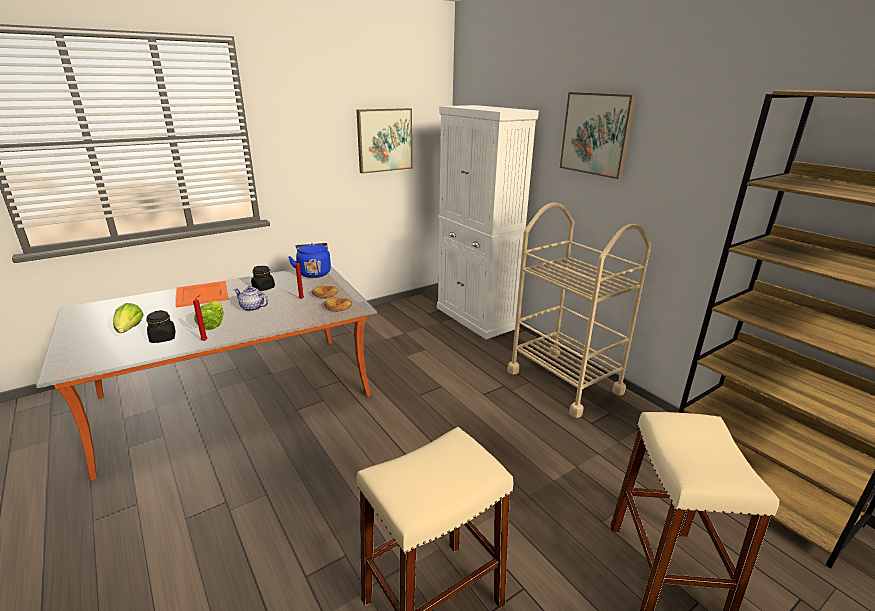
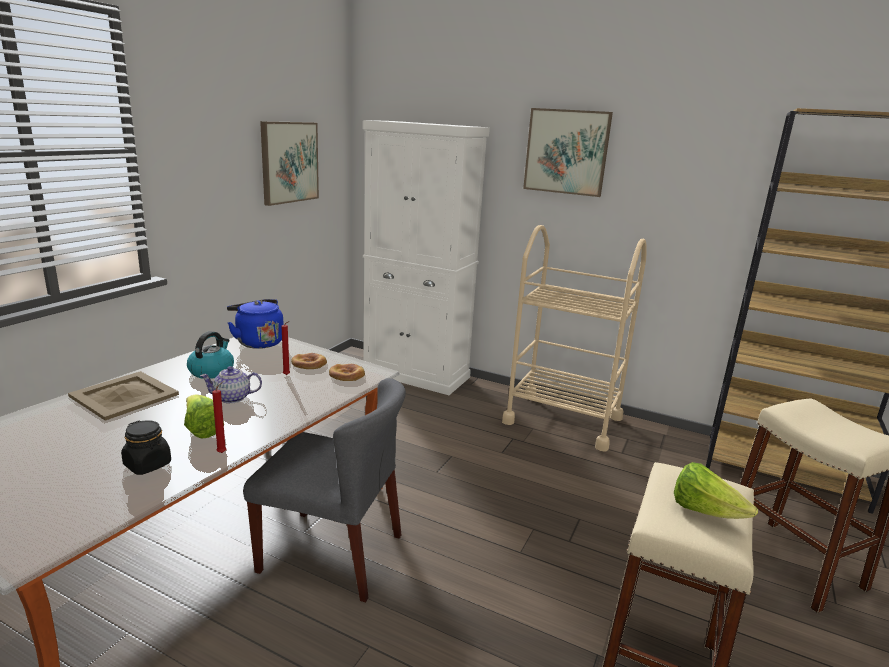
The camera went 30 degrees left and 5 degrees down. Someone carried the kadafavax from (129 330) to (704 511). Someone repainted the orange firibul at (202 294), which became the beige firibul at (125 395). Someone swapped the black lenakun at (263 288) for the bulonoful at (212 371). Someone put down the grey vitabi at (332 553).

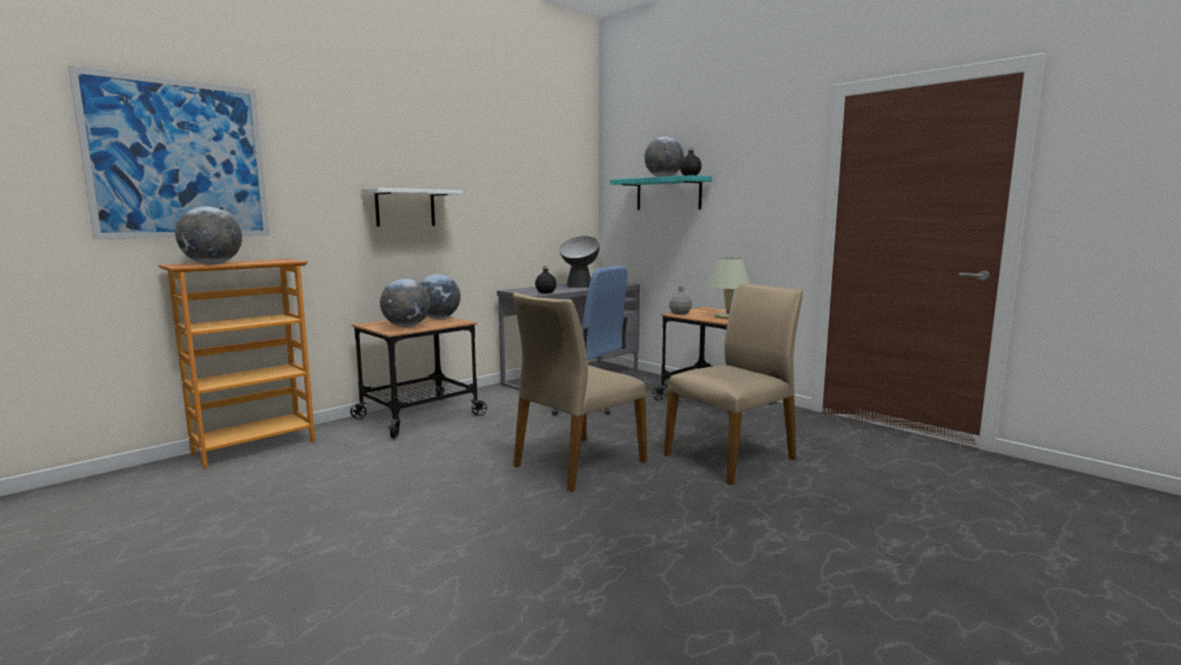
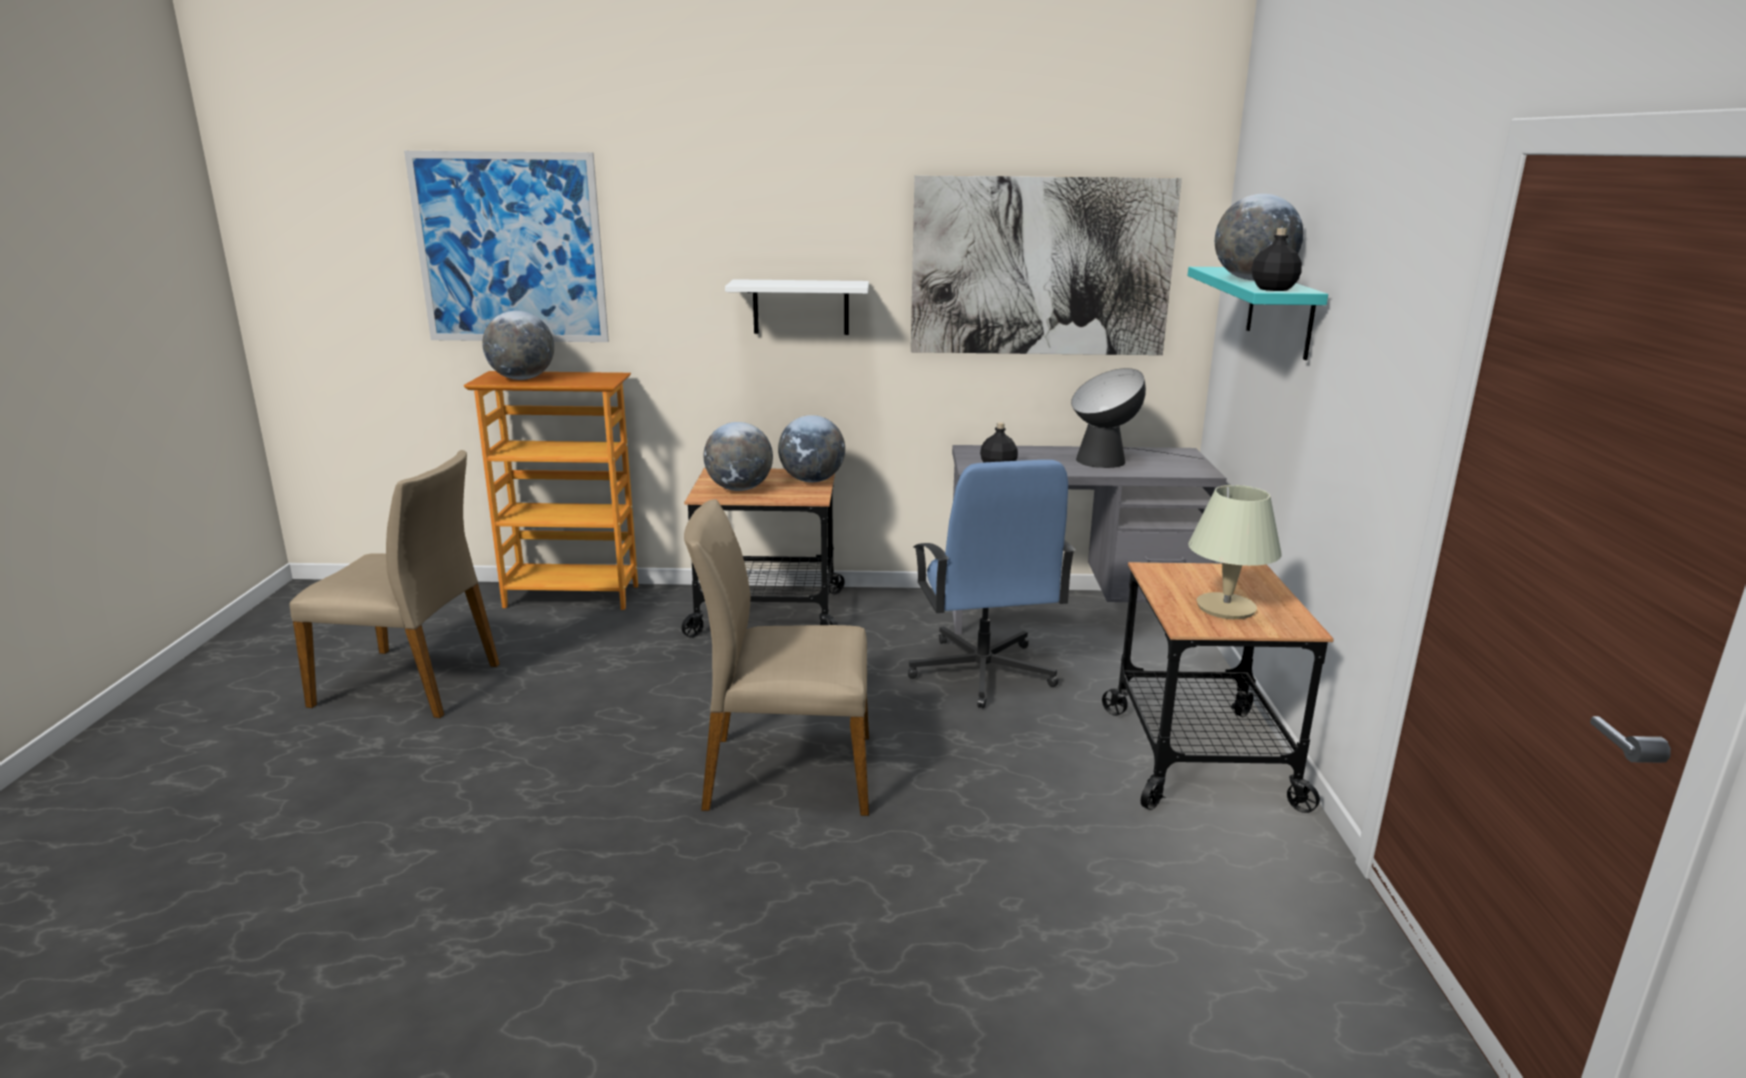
The camera went 45 degrees right and 10 degrees up. Someone carried the beige vitabi from (732 457) to (410 683). Someone took away the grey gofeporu at (680 313). Someone put up the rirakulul at (1041 267).

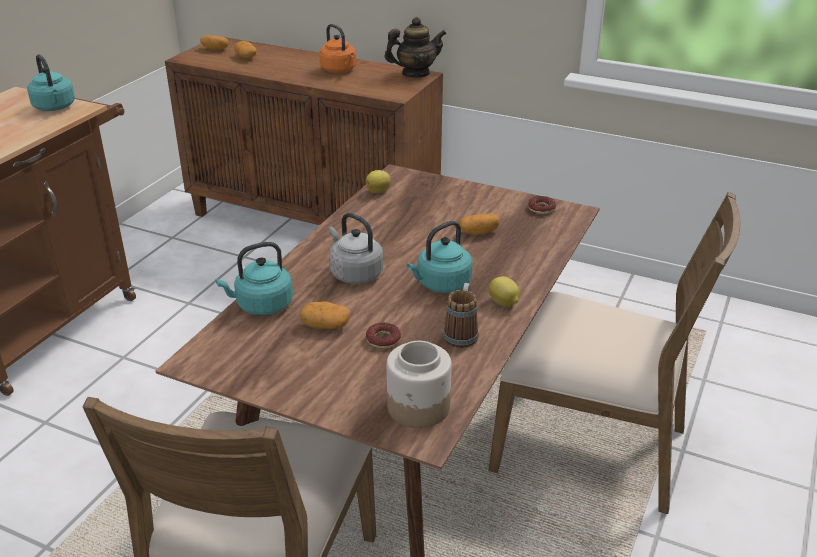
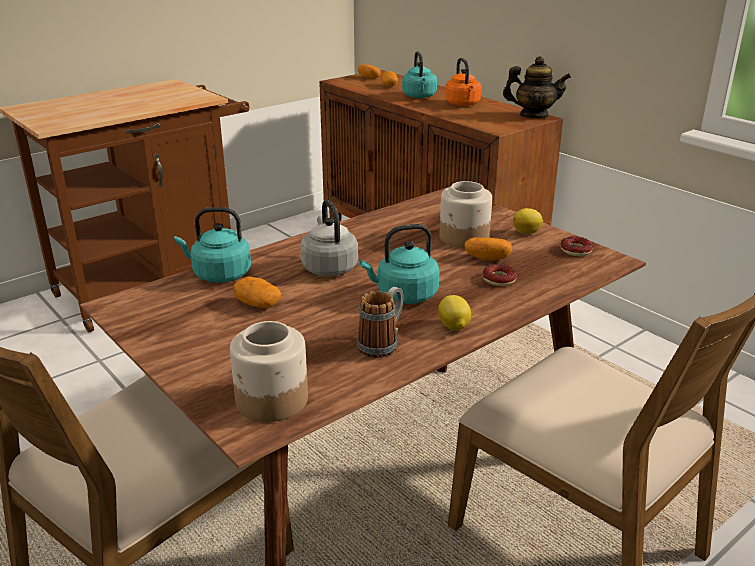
The camera went 25 degrees right and 5 degrees down. Someone carried the turquoise bulonoful from (55 108) to (419 96). Someone carried the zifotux from (379 191) to (527 233). Someone carried the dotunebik from (383 339) to (499 279). Someone put down the lenakun at (464 238).

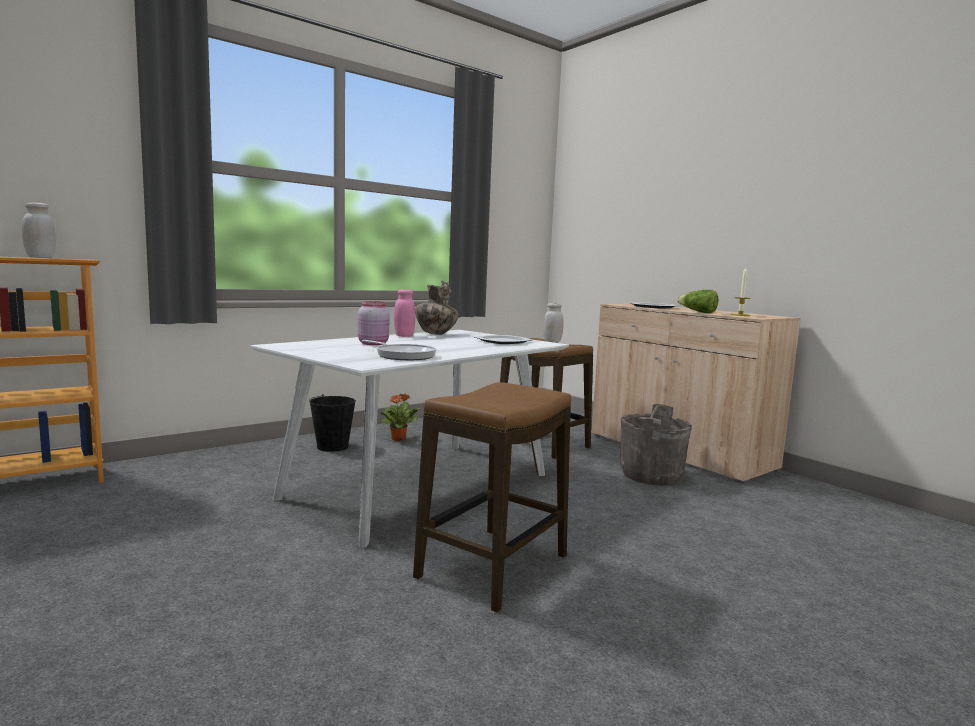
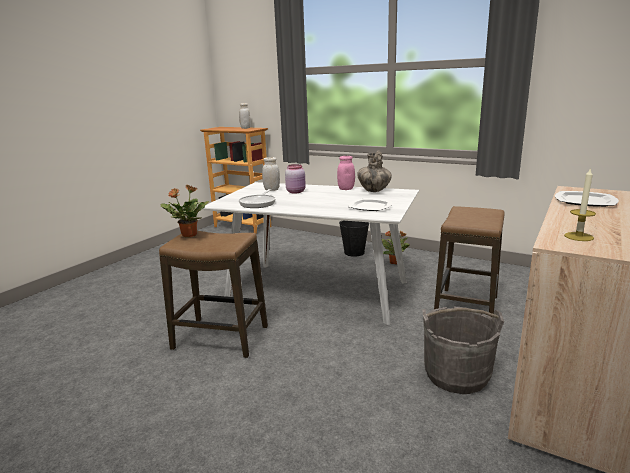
The camera went 70 degrees right and 10 degrees up. Someone carried the white lenakun from (552 342) to (271 190). Someone took away the kadafavax at (697 312). Someone put down the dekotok at (188 235).

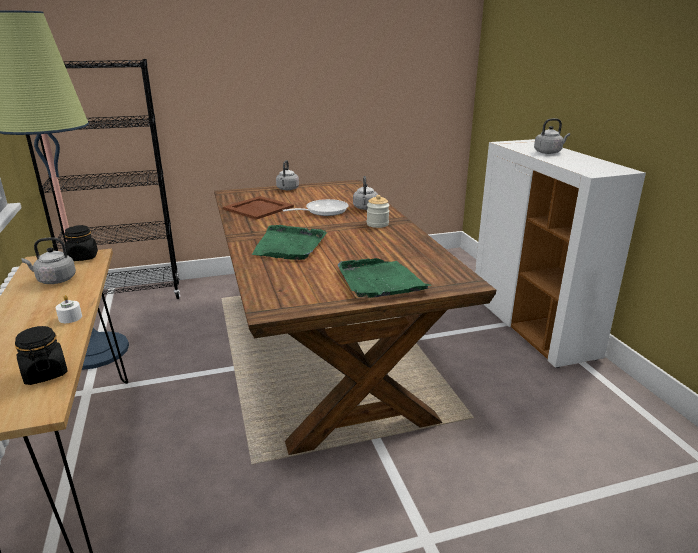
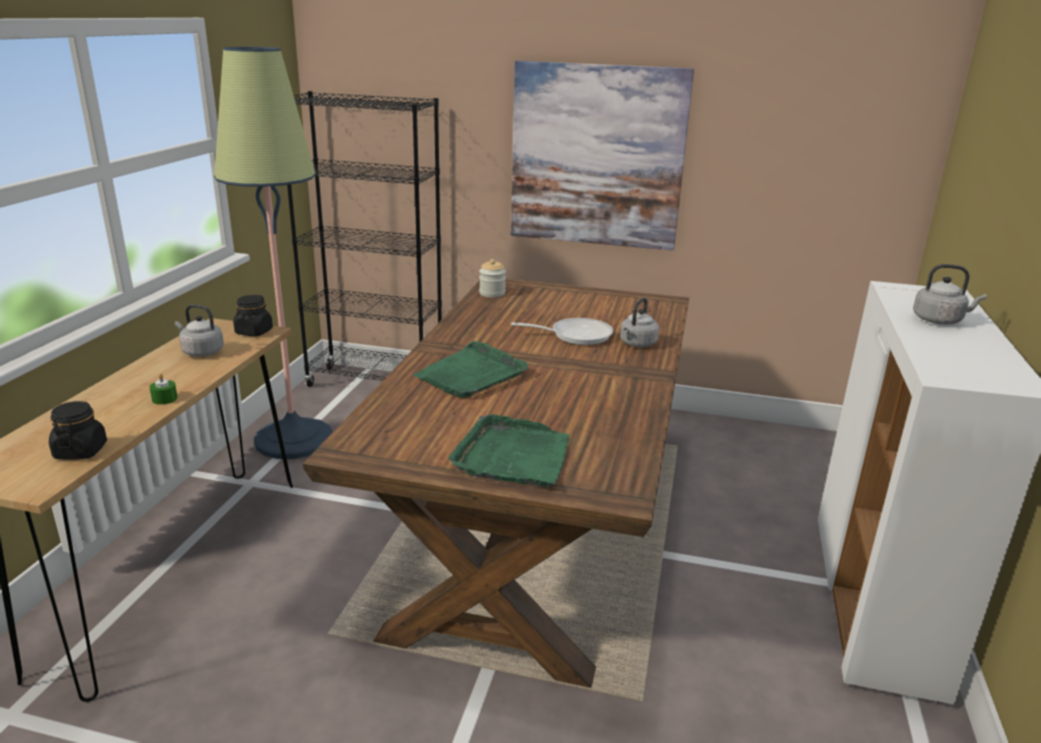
The camera went 30 degrees right and 0 degrees up. Someone repainted the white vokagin at (70 318), which became the green vokagin at (164 399). Someone took away the brown firibul at (257 208). Someone took away the grey bulonoful at (287 189). Someone carried the lenakun from (377 224) to (492 293). Someone put up the rirakulul at (597 157).

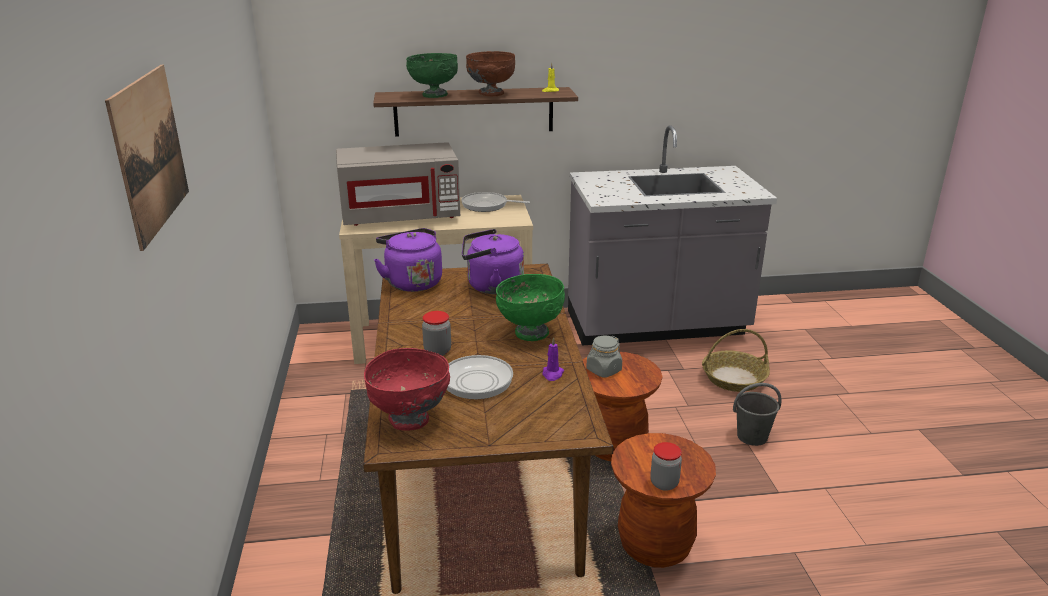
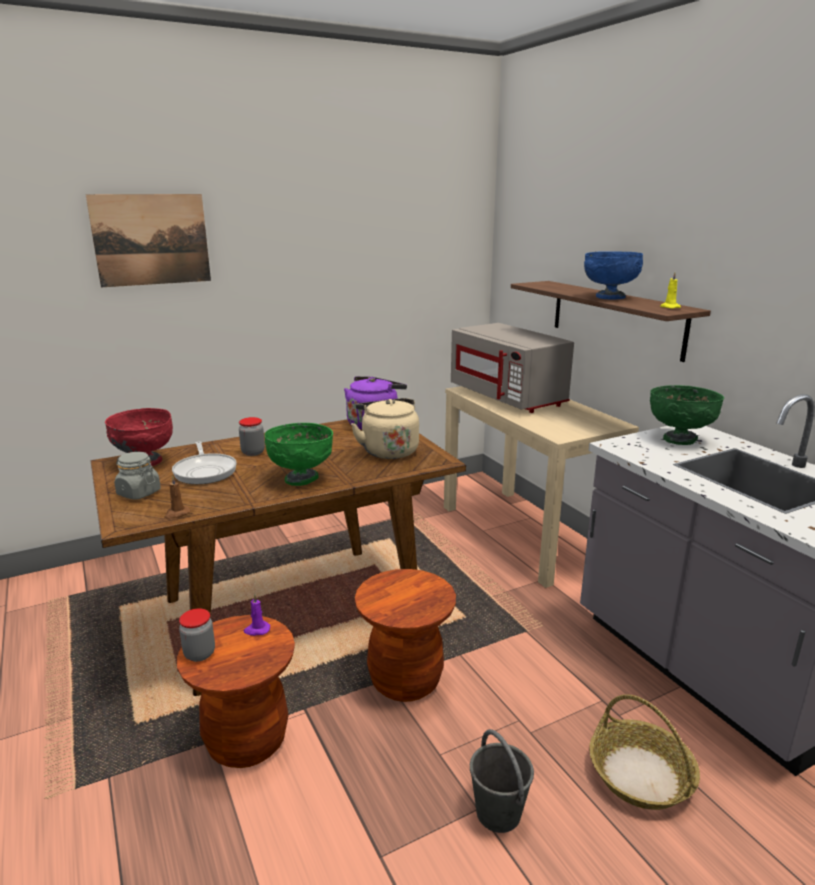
The camera went 70 degrees right and 5 degrees down. Someone carried the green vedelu from (434 95) to (679 439). Someone took away the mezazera at (487 205). Someone repainted the purple bulonoful at (491 286), which became the beige bulonoful at (388 450). Someone repainted the brown vedelu at (491 94), which became the blue vedelu at (609 297). Someone carried the purple vokagin from (552 374) to (257 630). Someone carried the grey lenakun from (603 370) to (138 493). Someone put down the brown vokagin at (177 514).

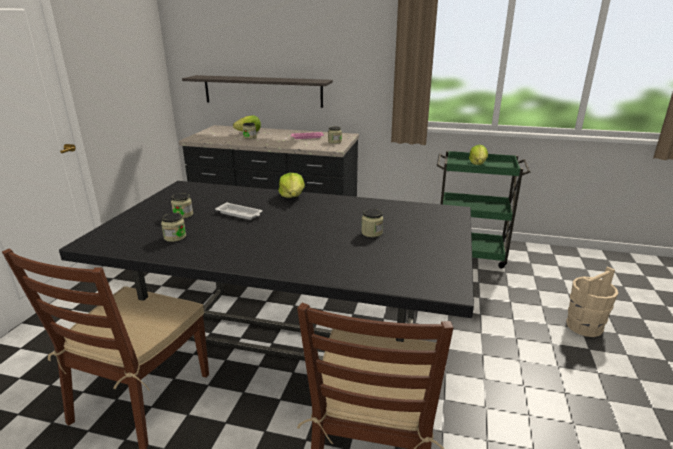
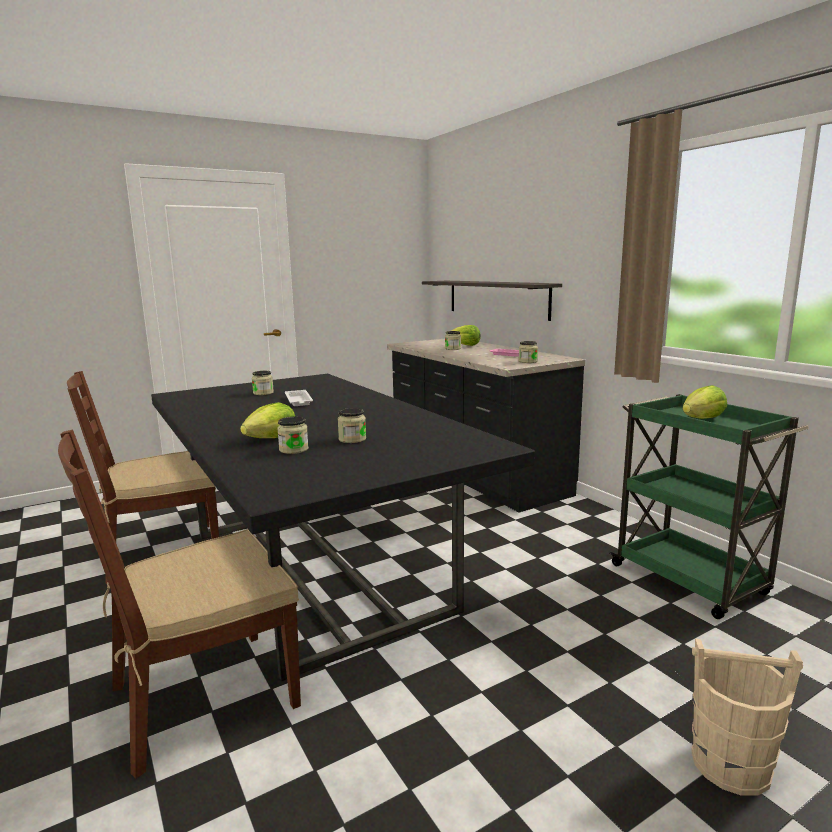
The camera went 45 degrees right and 10 degrees down. Someone carried the lenakun from (175 237) to (294 449). Someone carried the kadafavax from (292 196) to (271 439).

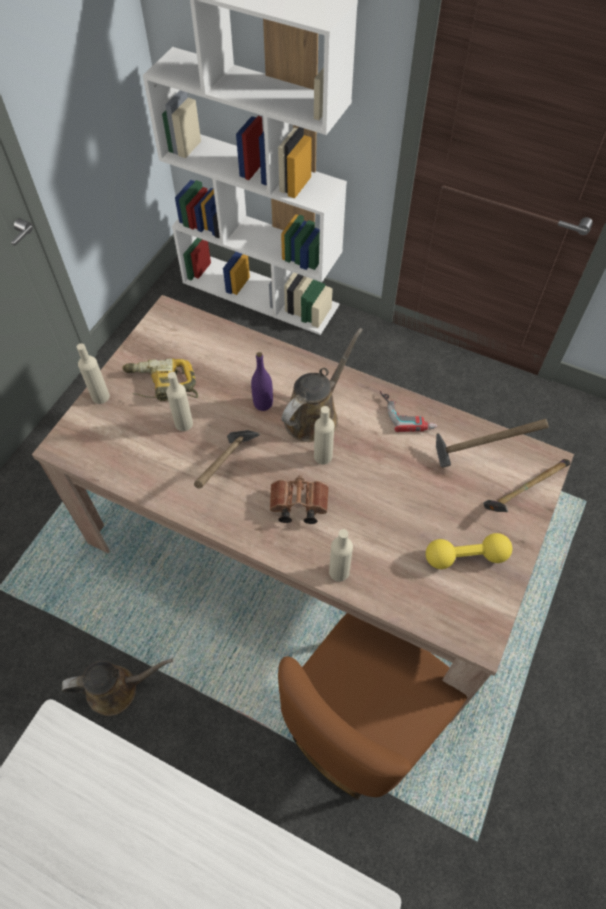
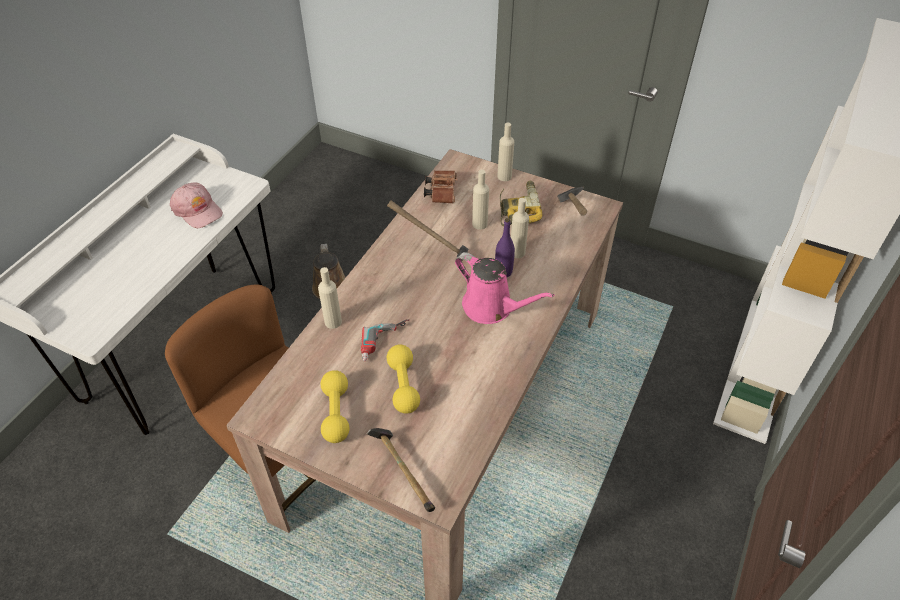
The camera went 90 degrees right and 10 degrees down. Someone carried the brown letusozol from (297 505) to (441 192). Someone repainted the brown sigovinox at (315 415), which became the pink sigovinox at (492 307). Someone carried the beige gofeporu from (323 456) to (517 252). Someone carried the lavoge from (407 412) to (385 343). Someone carried the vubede from (477 456) to (573 220). Someone put down the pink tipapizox at (197 210). Someone put down the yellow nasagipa at (403 386).

